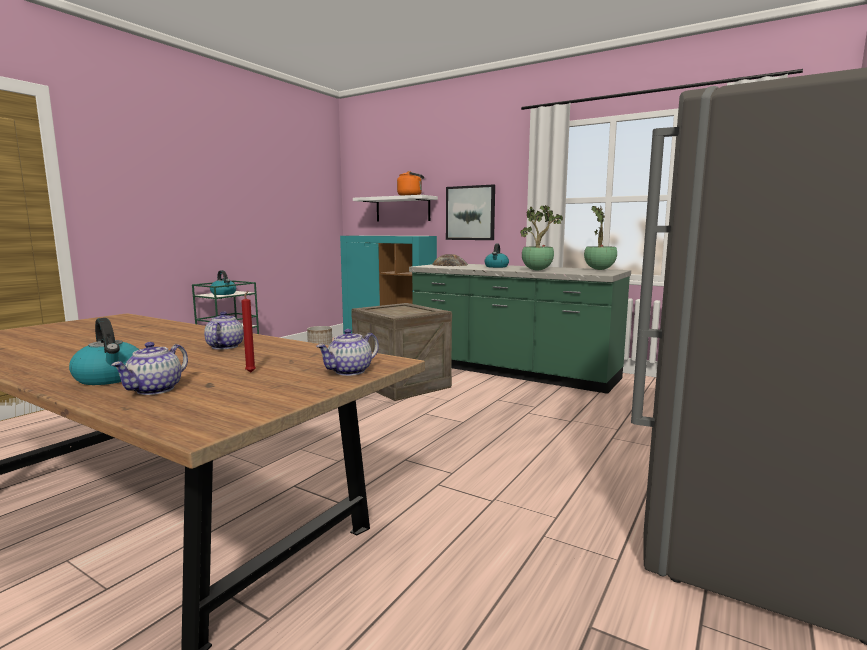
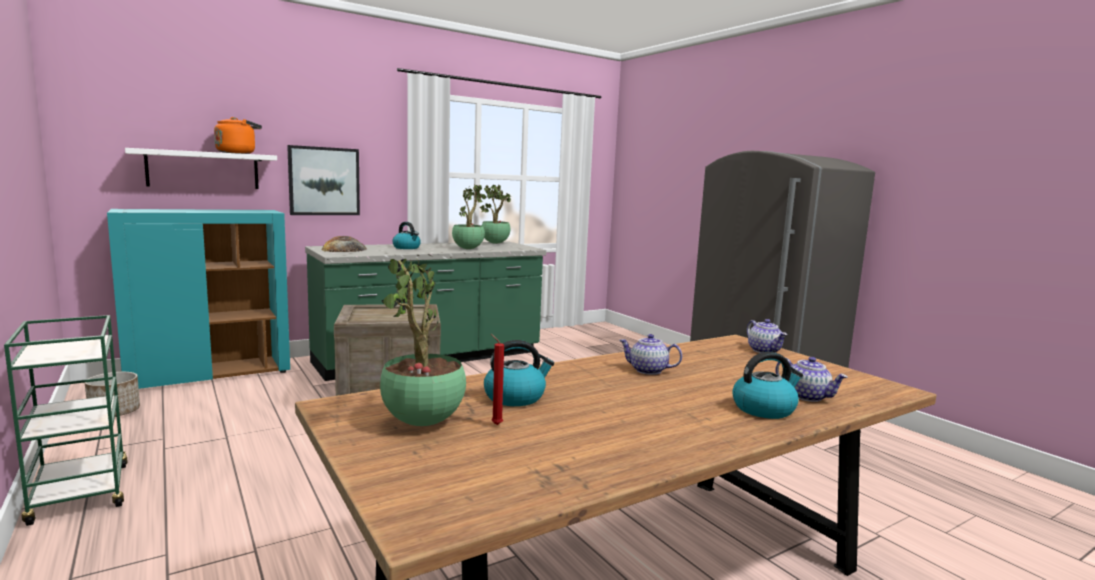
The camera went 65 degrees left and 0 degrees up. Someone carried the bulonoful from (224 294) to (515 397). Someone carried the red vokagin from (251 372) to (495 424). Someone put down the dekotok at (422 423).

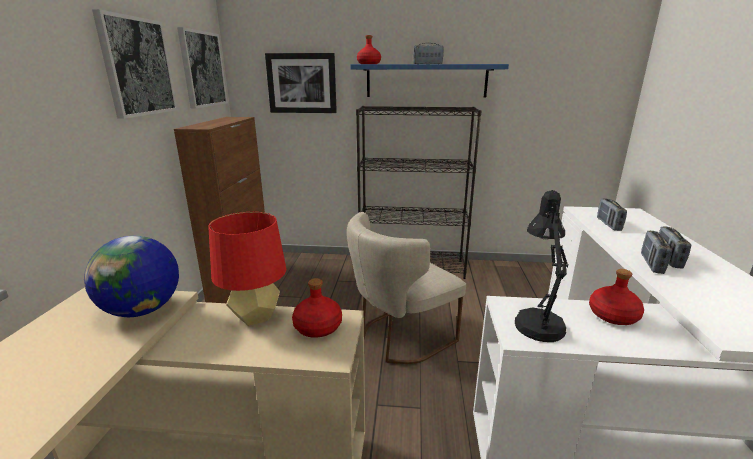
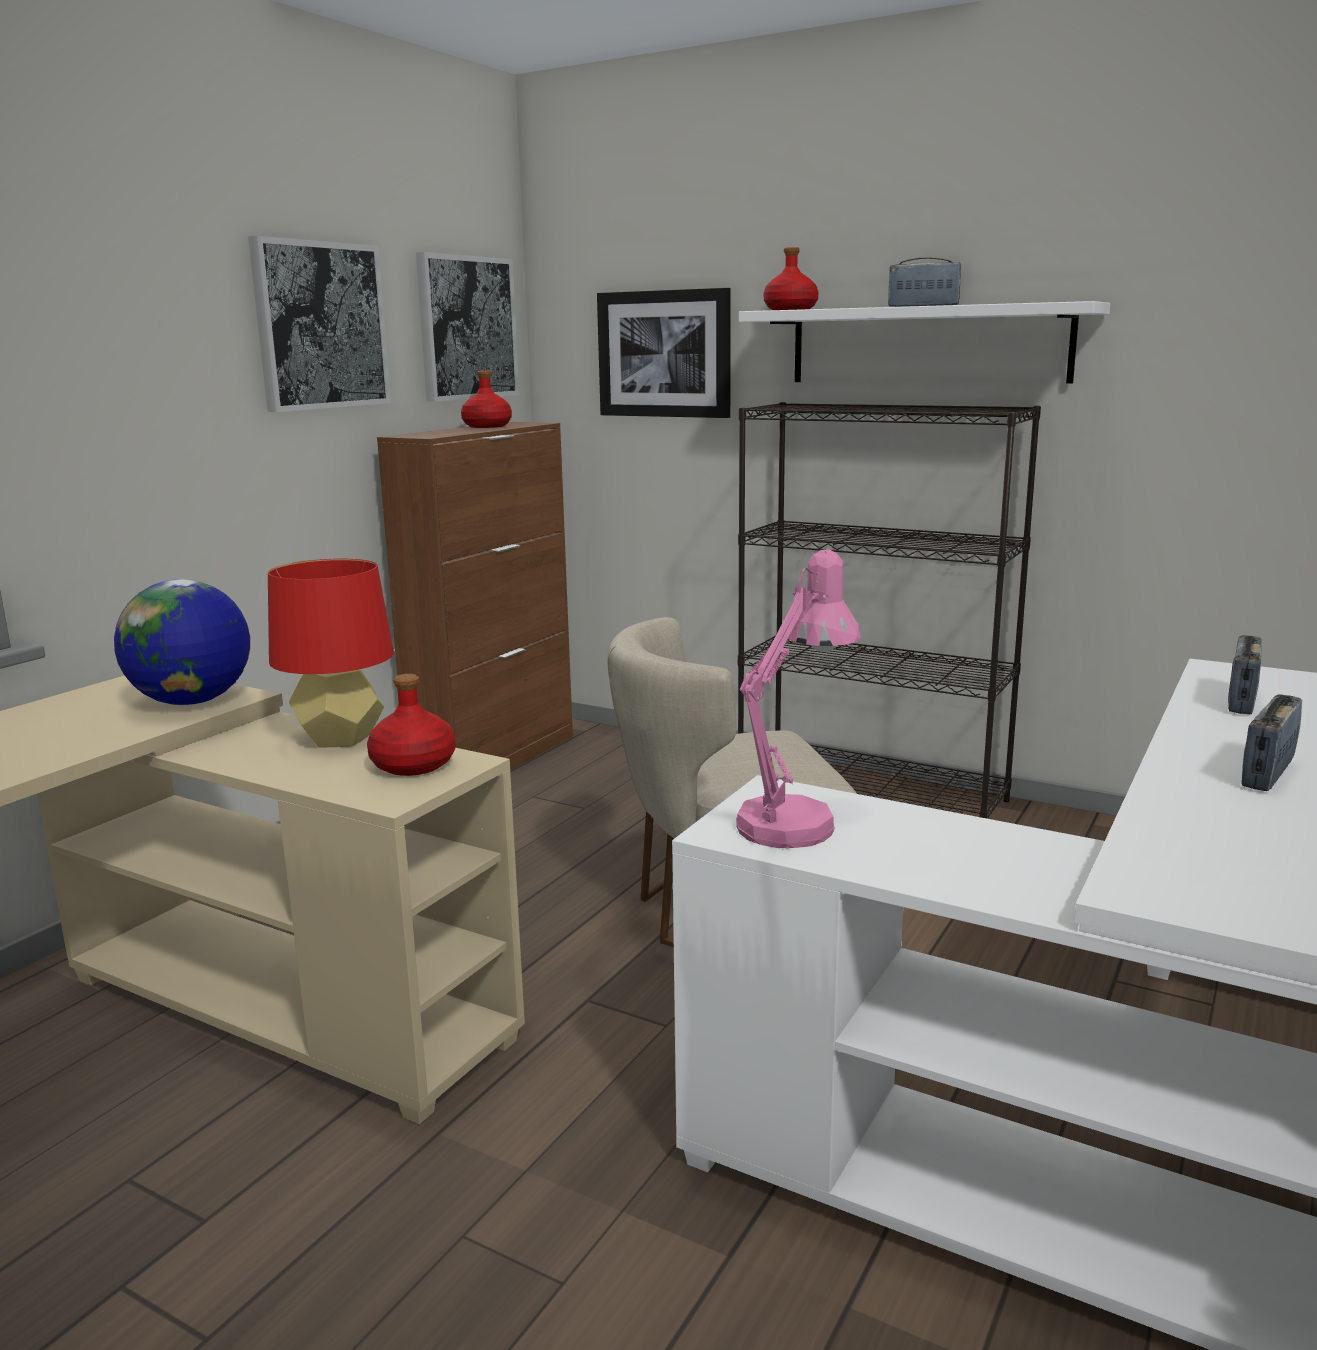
The camera went 25 degrees right and 5 degrees down. Someone repainted the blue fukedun at (426 81), which became the white fukedun at (927 345). Someone repainted the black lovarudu at (537 321), which became the pink lovarudu at (795 820). Someone carried the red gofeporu from (613 316) to (487 426). Someone took away the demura at (651 264).

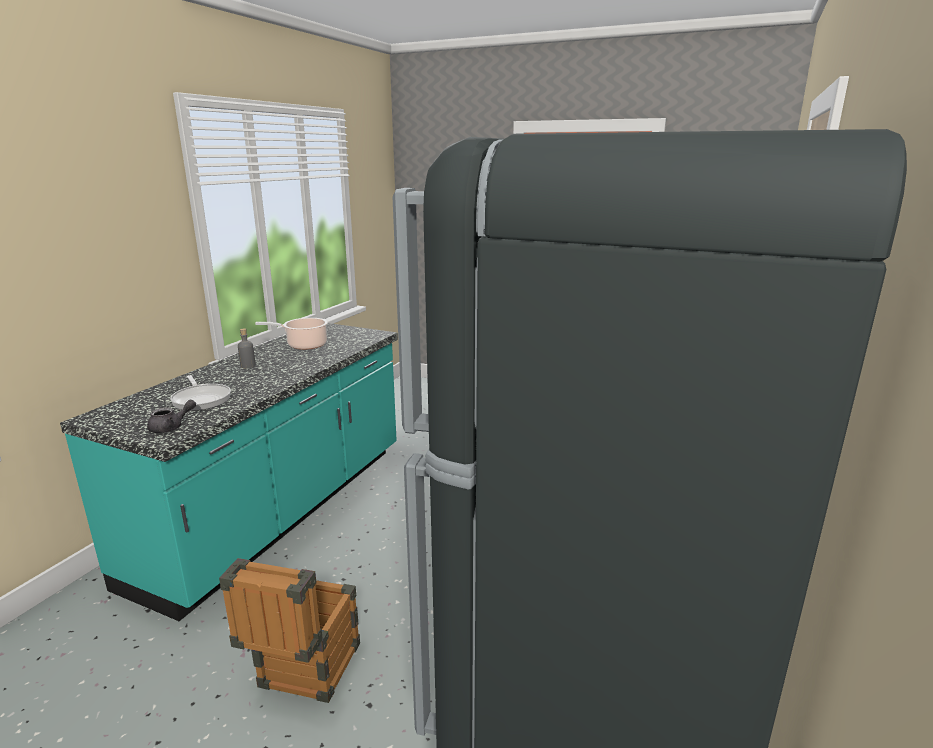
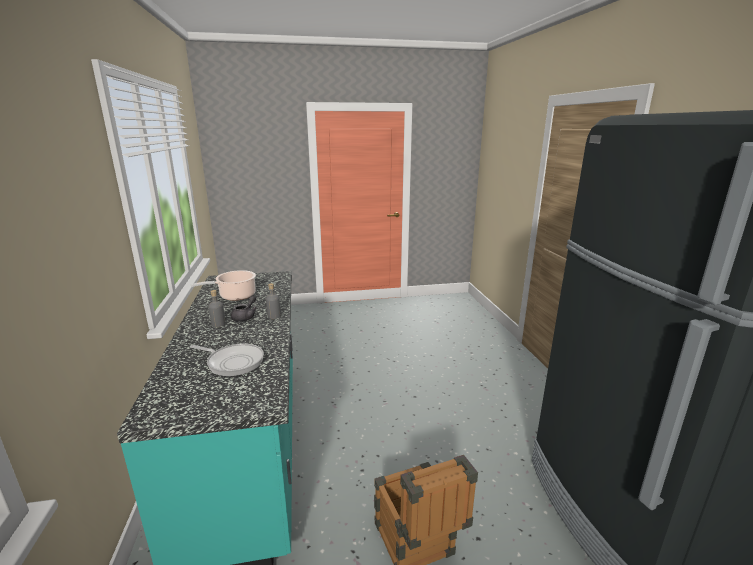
The camera went 35 degrees left and 0 degrees up. Someone carried the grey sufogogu from (171 427) to (245 317). Someone put down the grey gofeporu at (274 316).

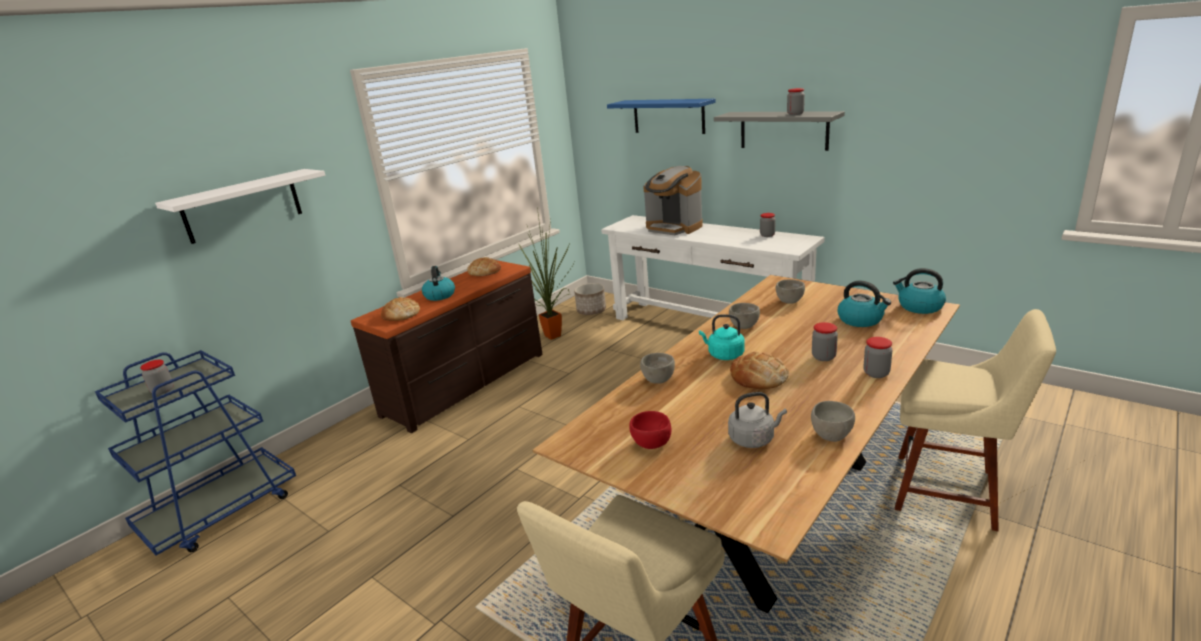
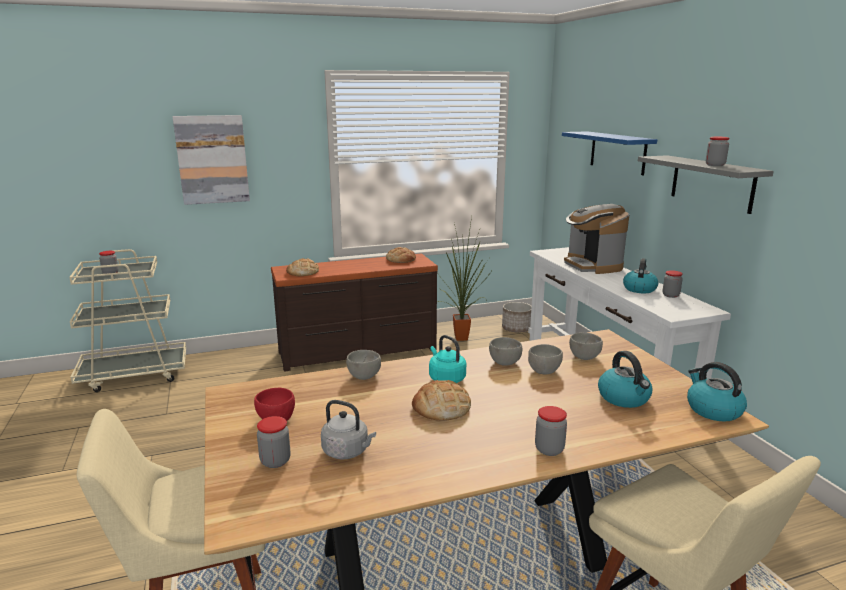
The camera went 30 degrees right and 5 degrees down. Someone repainted the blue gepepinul at (221 511), which became the beige gepepinul at (135 374). Someone swapped the white fukedun at (242 206) for the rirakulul at (212 159). Someone carried the bulonoful from (439 295) to (639 289). Someone carried the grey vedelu from (830 435) to (543 370). Someone carried the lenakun from (823 357) to (275 461).

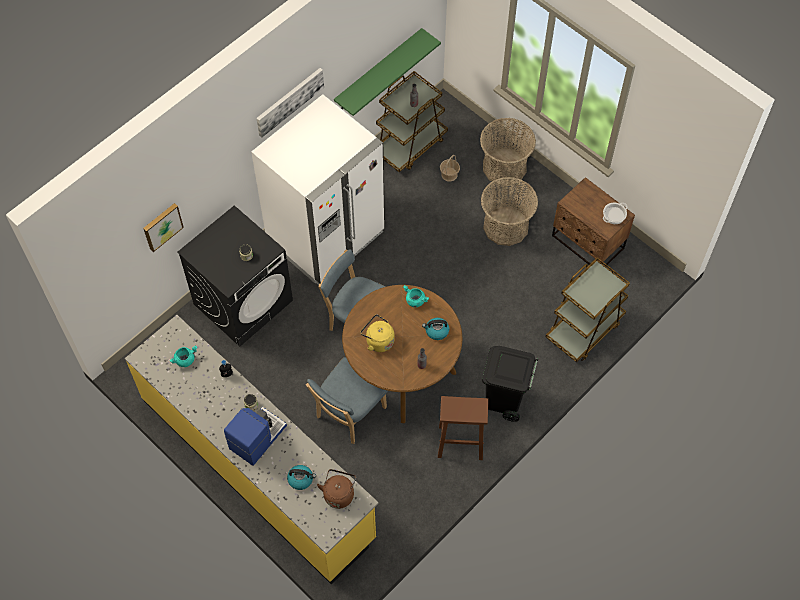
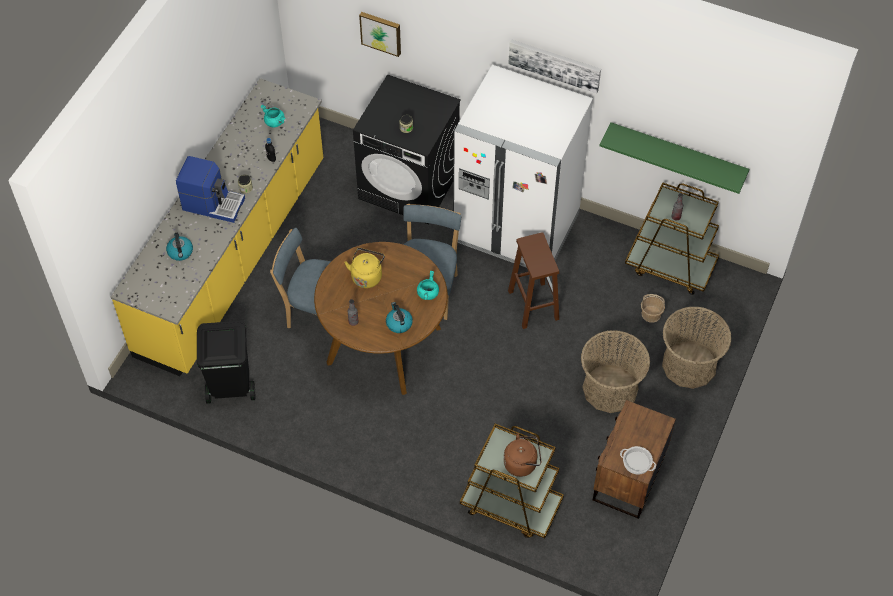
The camera went 70 degrees right and 5 degrees down. Someone carried the brown bulonoful from (339 493) to (522 463). Someone carried the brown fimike from (459 442) to (532 304). Someone carried the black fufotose from (505 400) to (230 387).

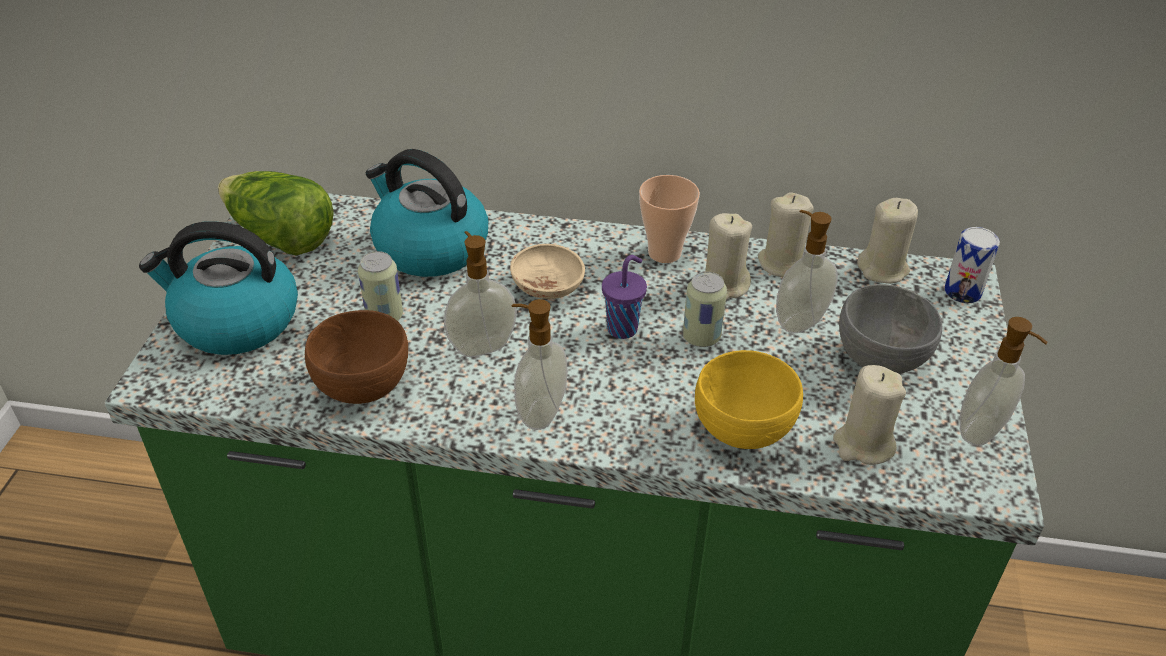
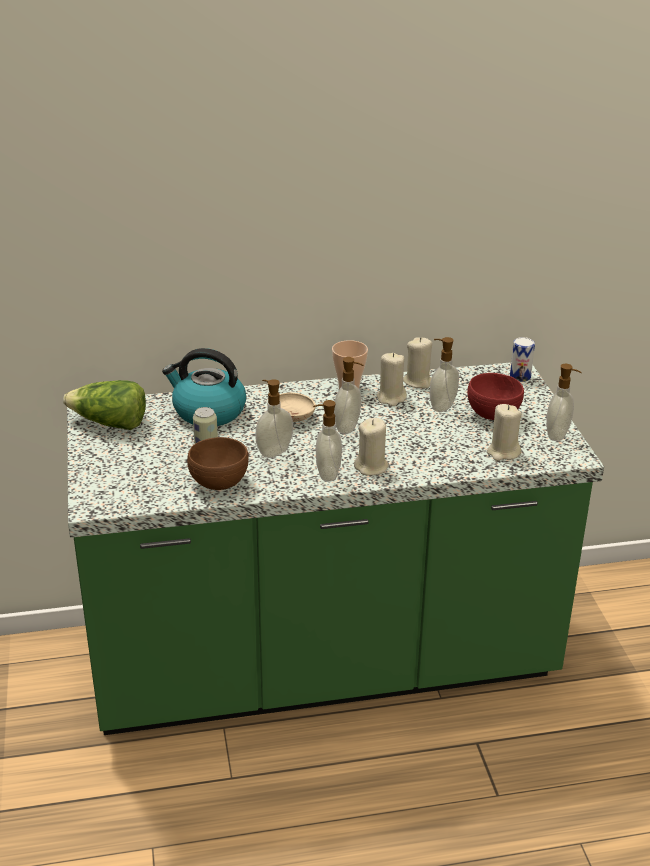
The camera went 20 degrees left and 10 degrees down. Someone took away the bulonoful at (235 321). Someone swapped the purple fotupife at (623 328) for the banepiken at (348 428). Someone took away the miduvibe at (701 337). Someone took away the yellow vedelu at (742 431). Someone repainted the grey vedelu at (879 358), which became the red vedelu at (492 414). Someone carried the beige vokagin from (883 269) to (371 467).

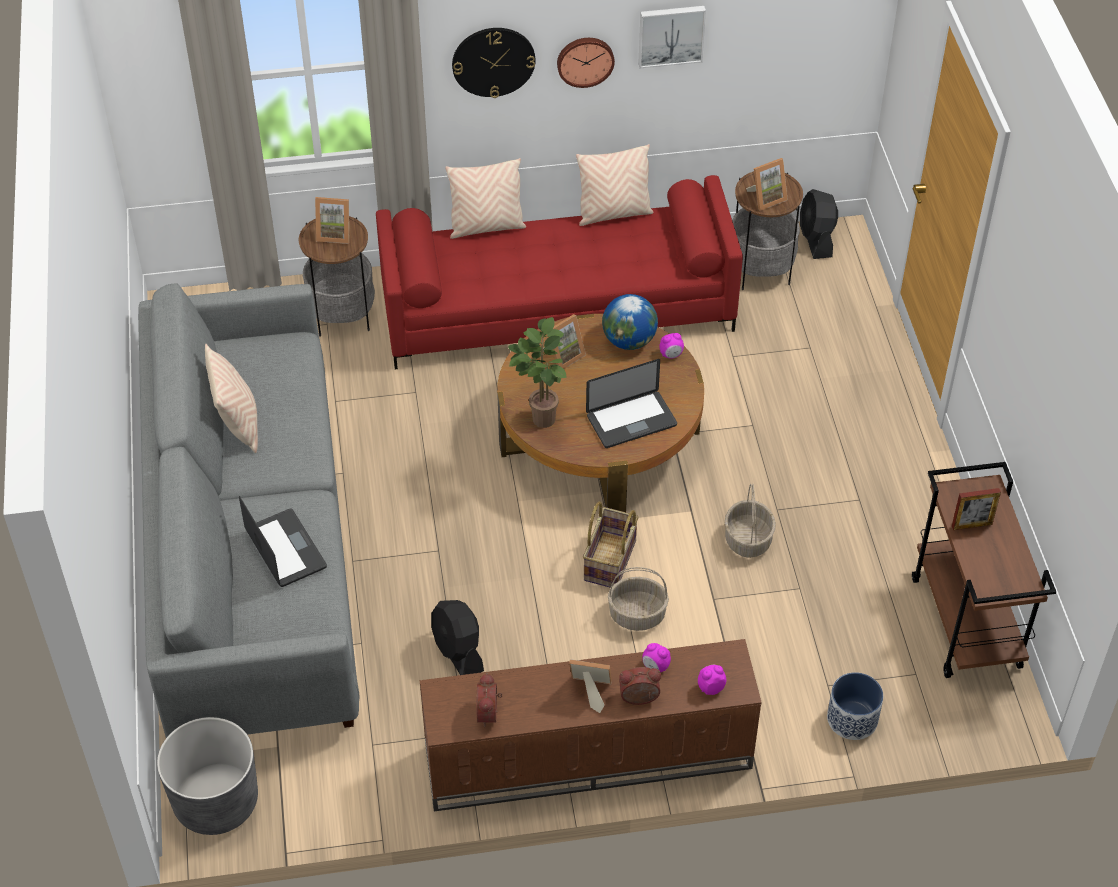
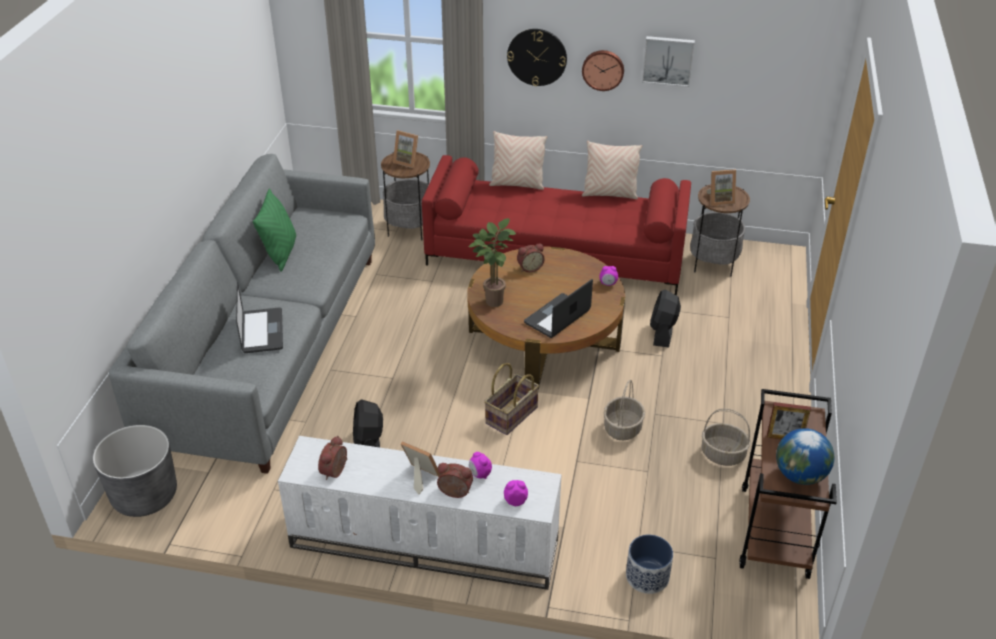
The camera went 20 degrees right and 10 degrees down. Someone repainted the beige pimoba at (238 424), which became the green pimoba at (280 253). Someone repainted the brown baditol at (586 759), which became the white baditol at (422 545). Someone swapped the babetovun at (563 356) for the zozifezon at (529 267). Someone rotated the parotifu at (631 421) by 135 degrees clockwise. Someone carried the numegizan from (629 341) to (800 475). Someone carried the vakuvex from (637 614) to (723 454). Someone carried the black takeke from (816 239) to (662 332).

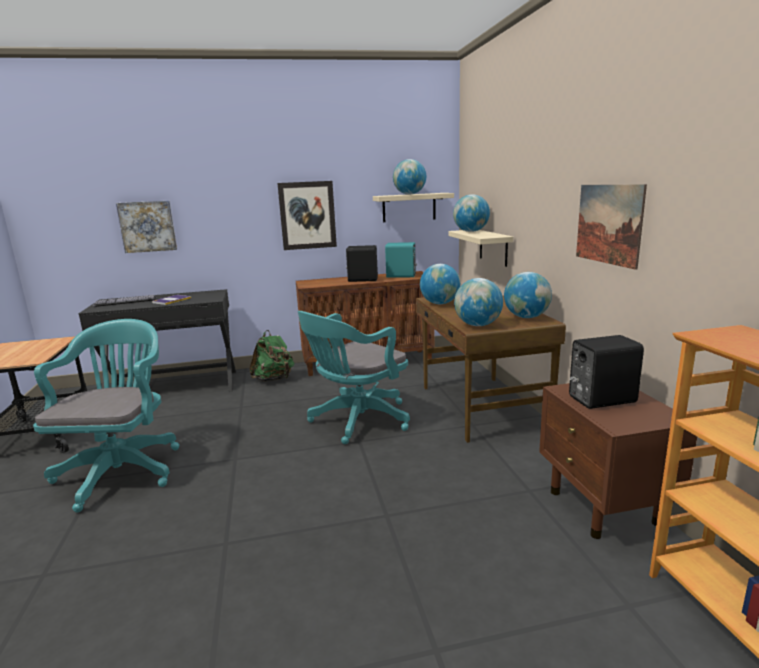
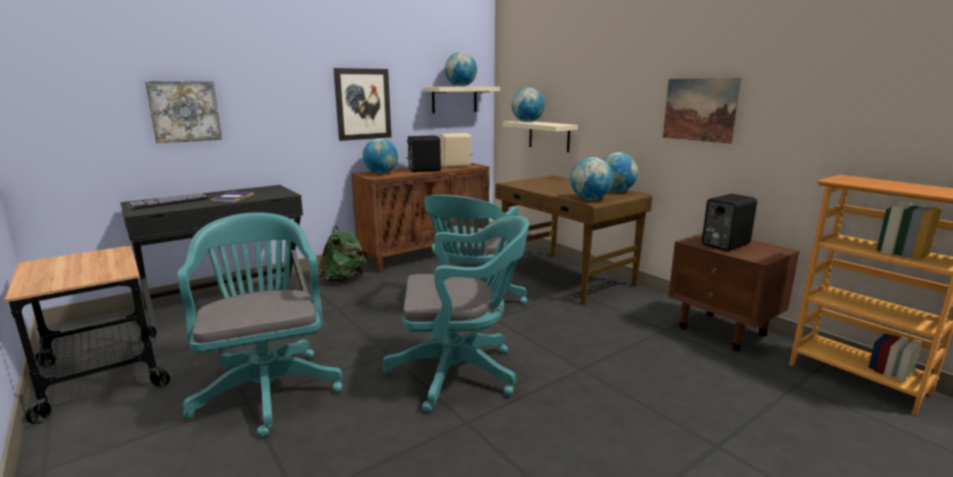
The camera went 25 degrees left and 0 degrees up. Someone repainted the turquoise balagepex at (401 276), which became the beige balagepex at (456 166). Someone carried the numegizan from (440 303) to (381 173). Someone put down the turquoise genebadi at (460 372).

